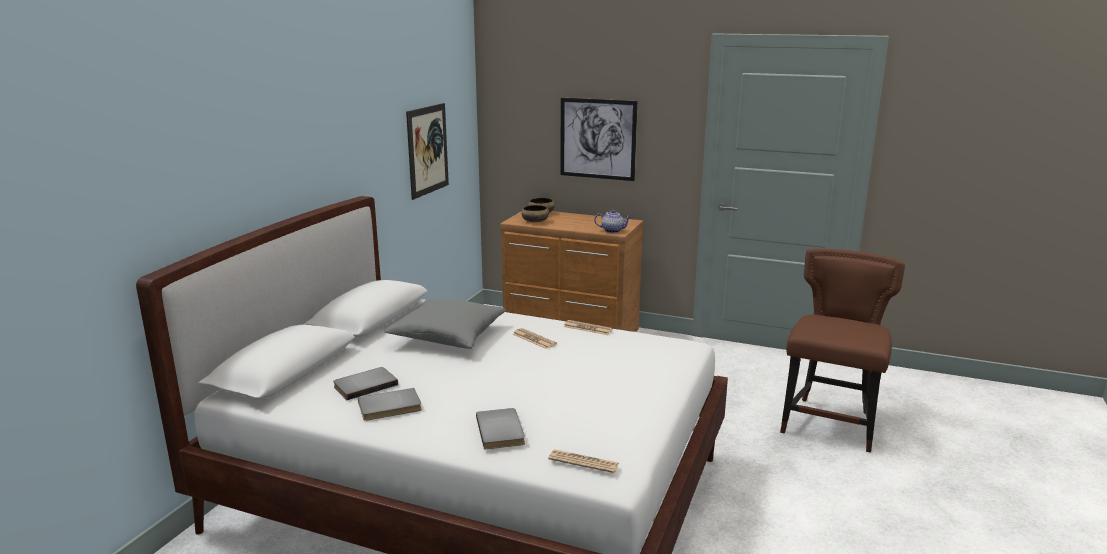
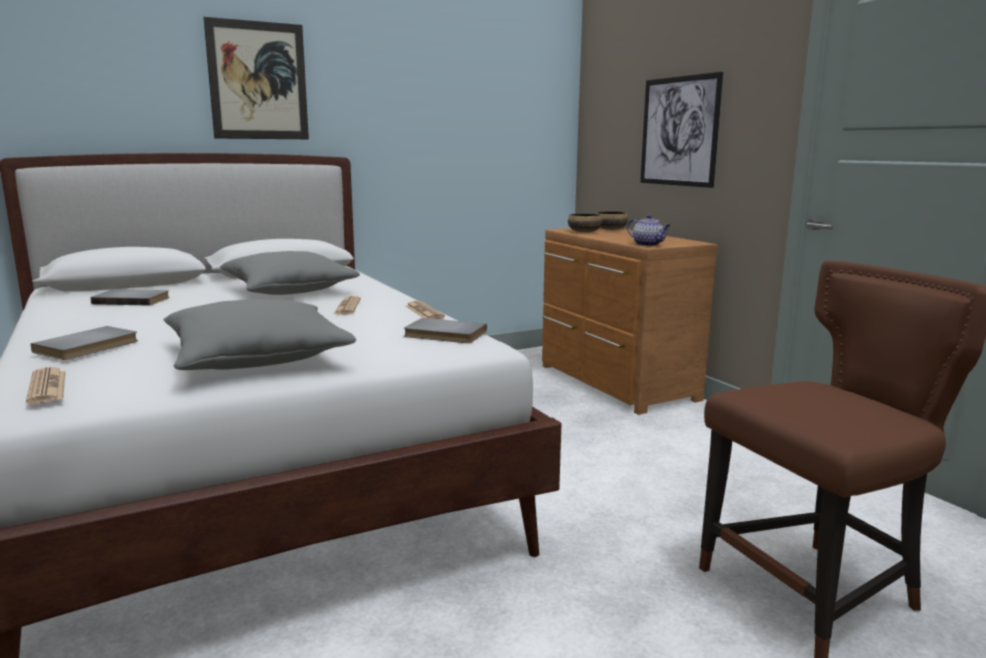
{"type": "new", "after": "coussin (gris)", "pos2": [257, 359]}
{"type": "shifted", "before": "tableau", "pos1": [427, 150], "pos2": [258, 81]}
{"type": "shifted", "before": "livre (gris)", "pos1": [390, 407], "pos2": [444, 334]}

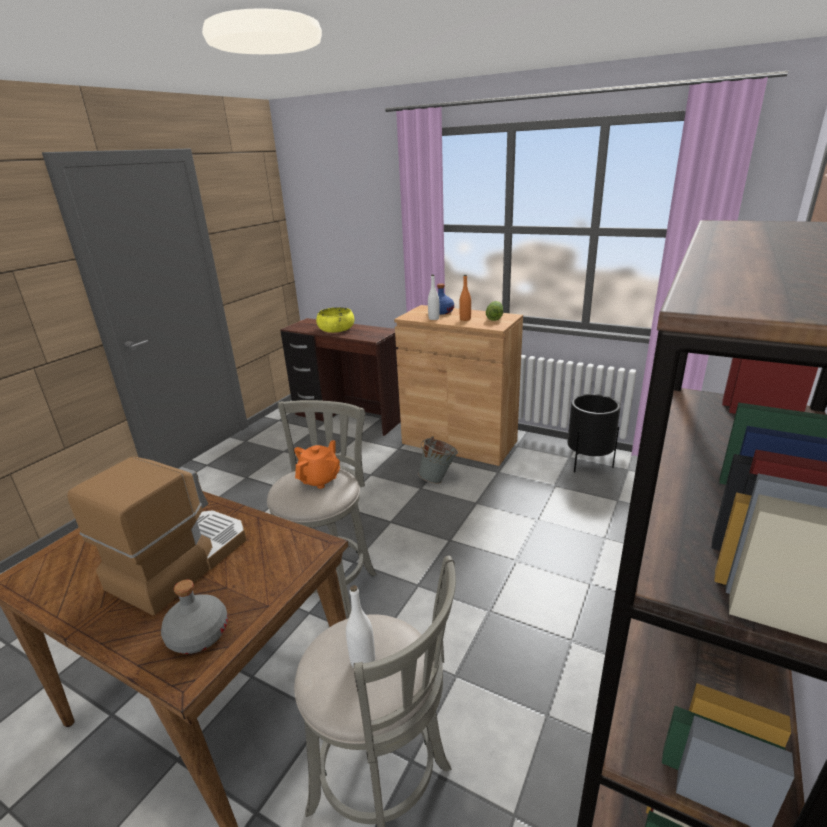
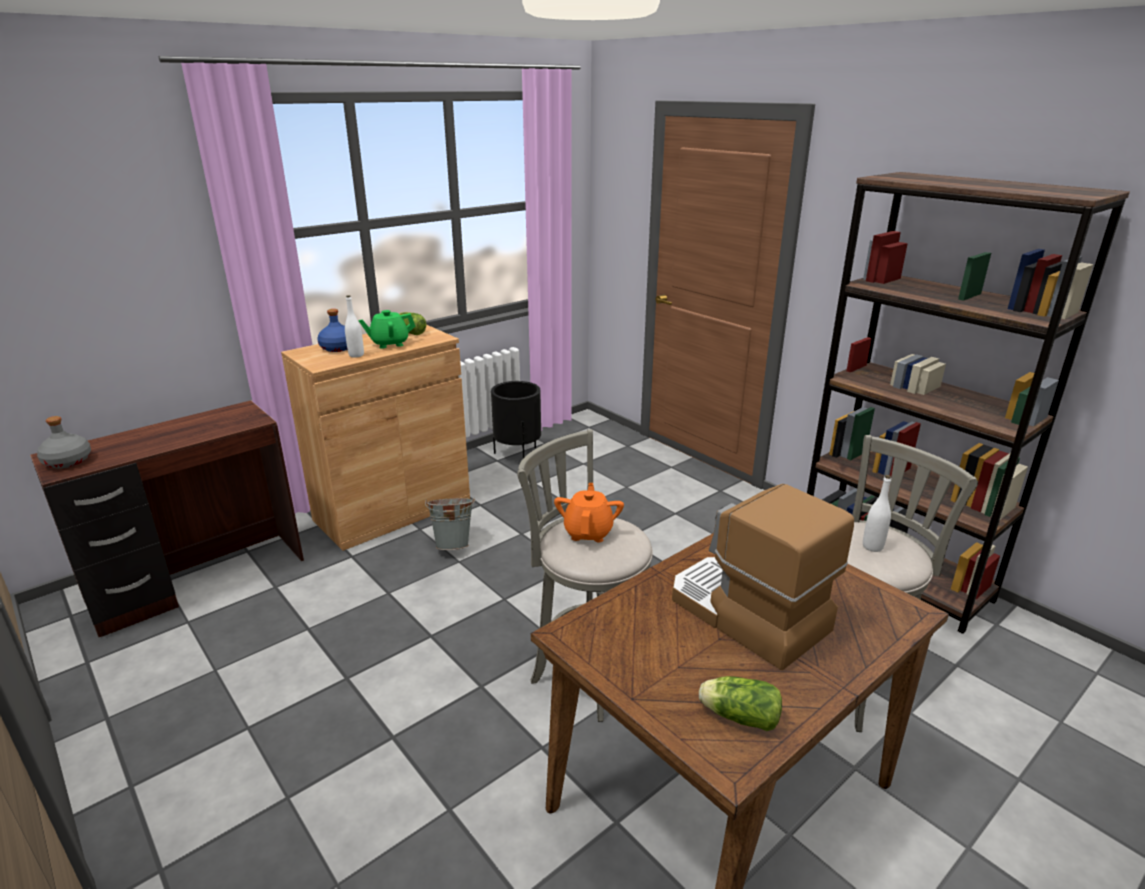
{"type": "shifted", "before": "bouteille (gris)", "pos1": [197, 634], "pos2": [67, 462]}
{"type": "swapped", "before": "bouteille (orange)", "after": "théière (vert)", "pos1": [465, 319], "pos2": [389, 343]}
{"type": "rotated", "before": "théière (orange)", "pos1": [320, 479], "pos2": [588, 532], "turn": 45}
{"type": "new", "after": "laitue", "pos2": [737, 716]}
{"type": "gone", "before": "bol (jaune)", "pos1": [336, 329]}

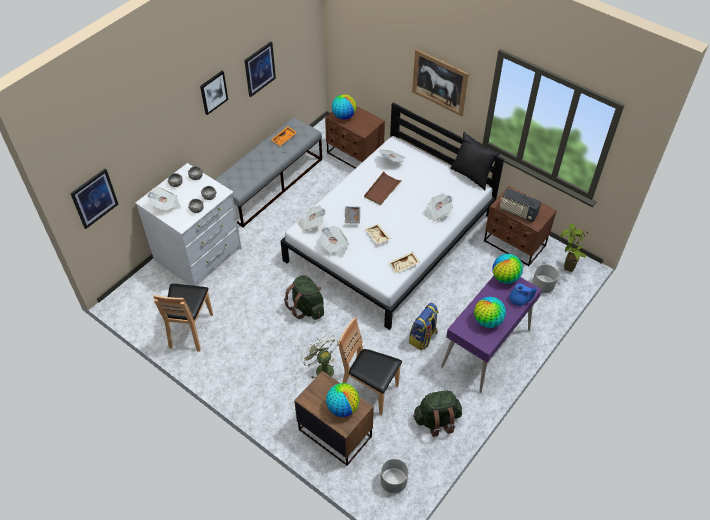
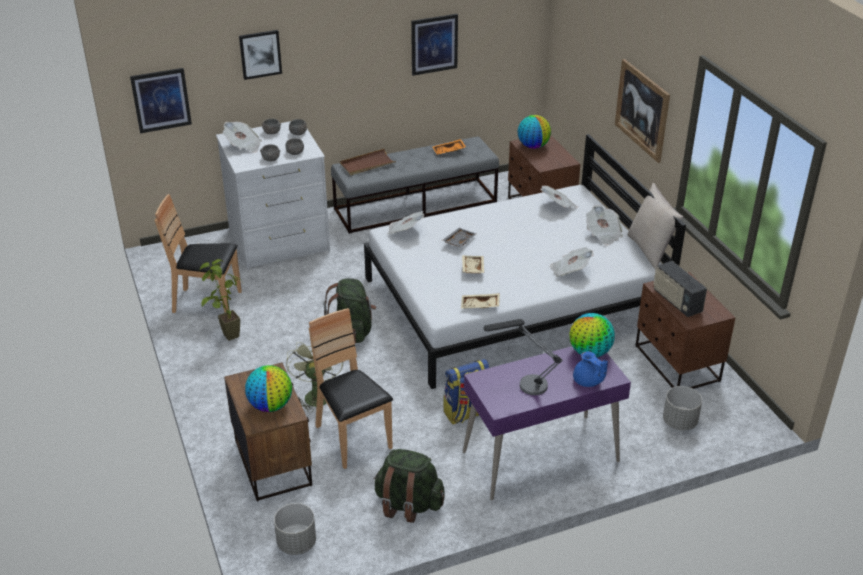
{"type": "rotated", "before": "chaise (marron)", "pos1": [190, 330], "pos2": [208, 303], "turn": 60}
{"type": "shifted", "before": "plante en pot", "pos1": [566, 270], "pos2": [225, 337]}
{"type": "shifted", "before": "tableau", "pos1": [213, 92], "pos2": [260, 54]}
{"type": "shifted", "before": "plateau (marron)", "pos1": [382, 189], "pos2": [367, 164]}
{"type": "swapped", "before": "globe", "after": "lampe de table", "pos1": [487, 321], "pos2": [524, 386]}
{"type": "shifted", "before": "journal", "pos1": [334, 246], "pos2": [603, 234]}
{"type": "repainted", "before": "coussin (noir)", "after": "coussin (beige)", "pos1": [471, 175], "pos2": [650, 250]}

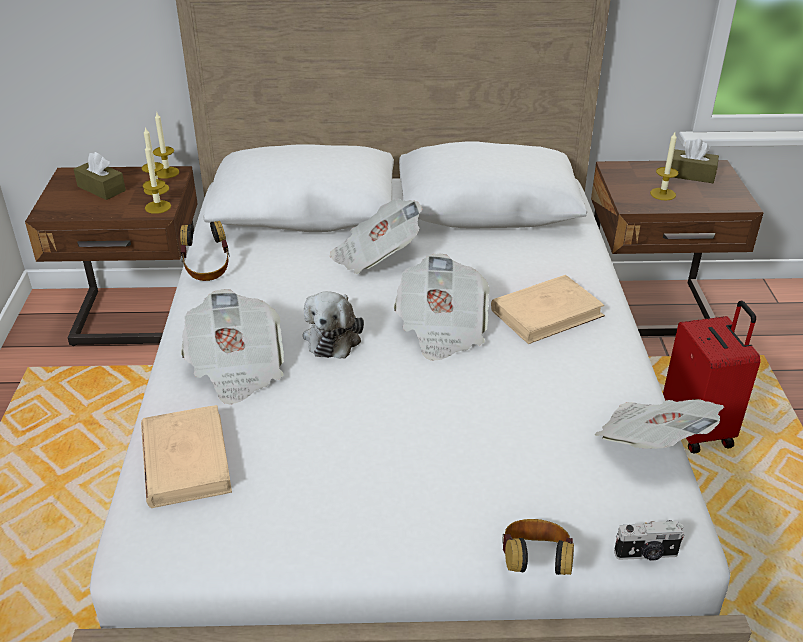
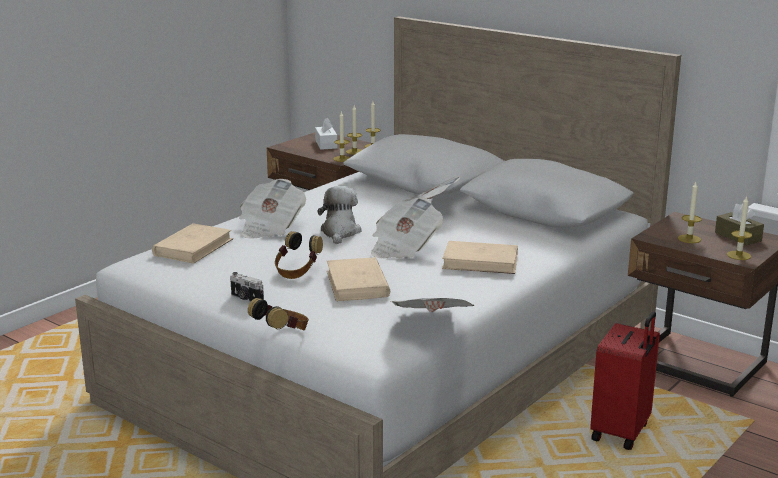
{"type": "shifted", "before": "appareil photo", "pos1": [646, 554], "pos2": [246, 299]}
{"type": "shifted", "before": "casque audio", "pos1": [207, 269], "pos2": [297, 272]}
{"type": "repainted", "before": "boîte à mouchoirs (marron)", "after": "boîte à mouchoirs (blanc)", "pos1": [101, 188], "pos2": [326, 144]}
{"type": "rotated", "before": "peluche", "pos1": [334, 336], "pos2": [340, 232], "turn": 135}
{"type": "new", "after": "livre (beige)", "pos2": [357, 284]}
{"type": "new", "after": "bougie", "pos2": [738, 255]}

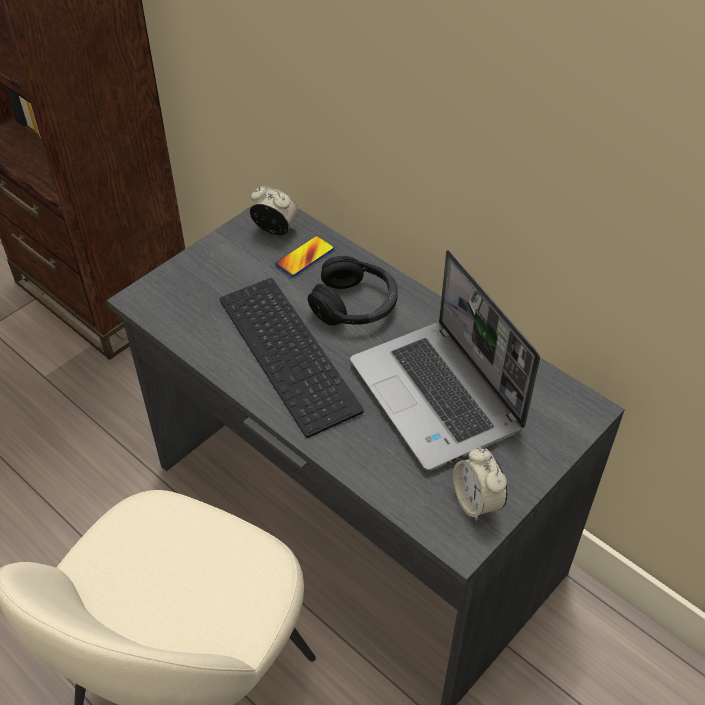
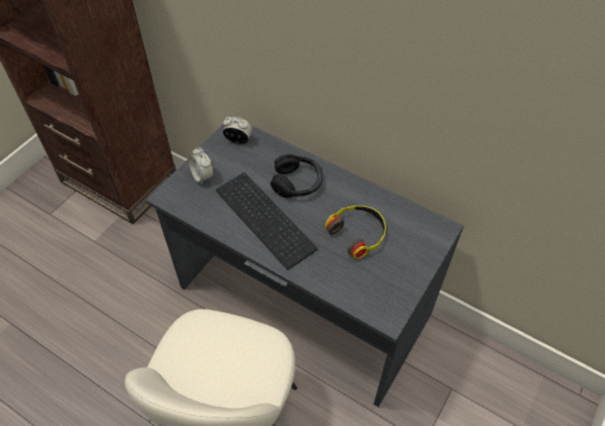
{"type": "shifted", "before": "réveil", "pos1": [476, 502], "pos2": [202, 176]}
{"type": "swapped", "before": "ordinateur portable", "after": "casque audio", "pos1": [438, 397], "pos2": [358, 233]}
{"type": "gone", "before": "téléphone", "pos1": [305, 257]}

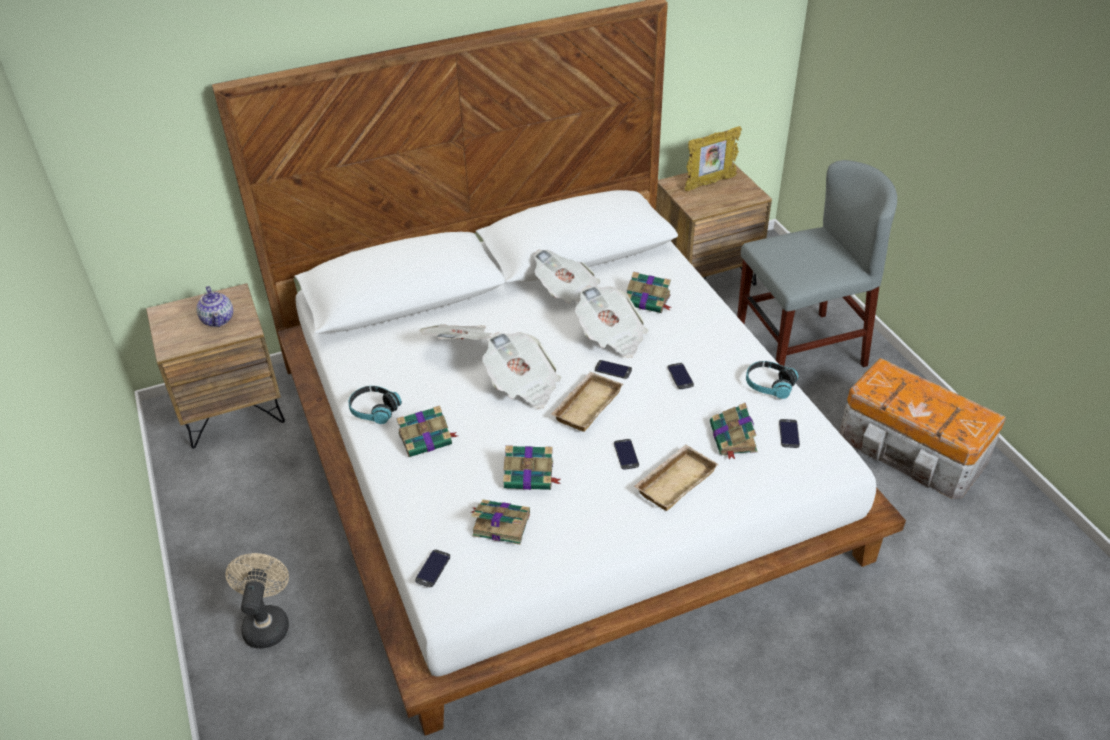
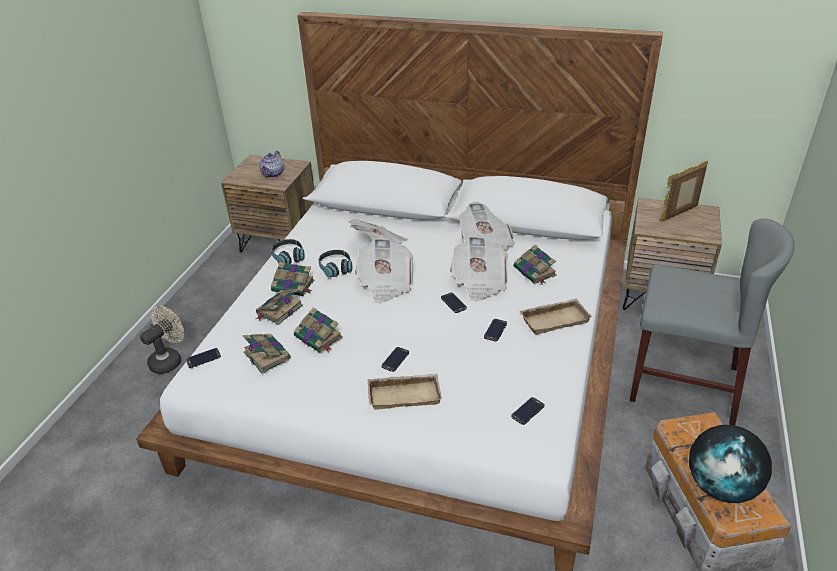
{"type": "shifted", "before": "livre", "pos1": [733, 438], "pos2": [279, 310]}
{"type": "shifted", "before": "casque audio", "pos1": [769, 385], "pos2": [336, 268]}
{"type": "shifted", "before": "plateau (beige)", "pos1": [586, 404], "pos2": [554, 319]}
{"type": "rotated", "before": "cadre photo", "pos1": [709, 183], "pos2": [679, 214], "turn": 135}
{"type": "new", "after": "globe", "pos2": [721, 487]}

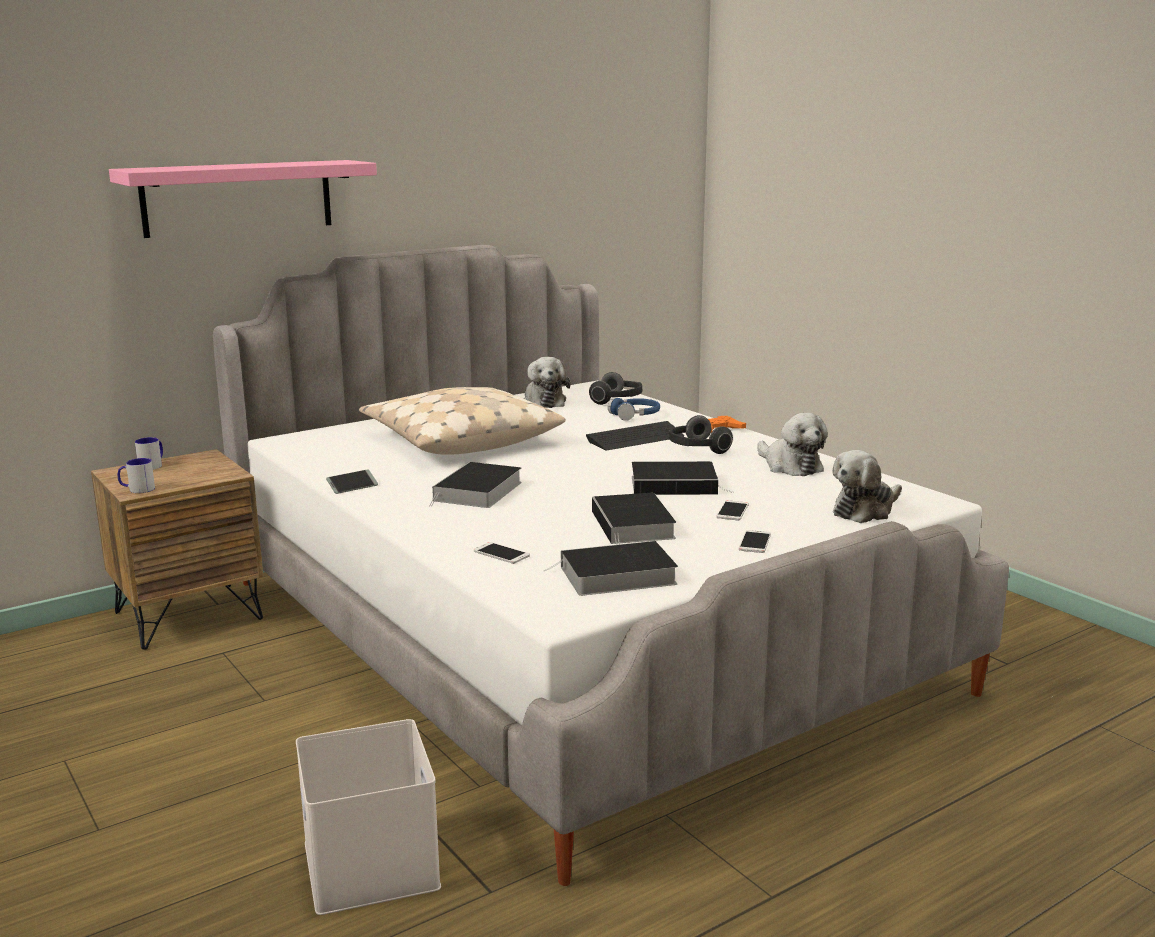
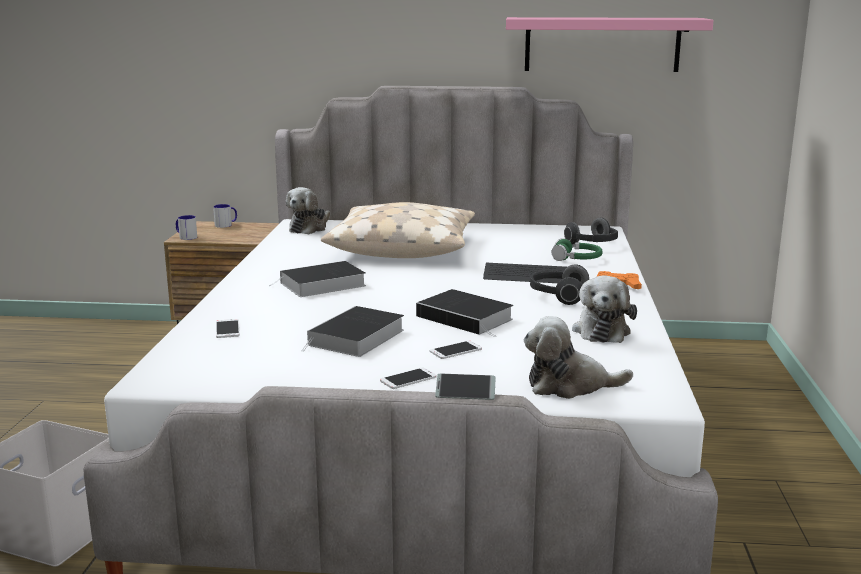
{"type": "shifted", "before": "peluche", "pos1": [543, 401], "pos2": [309, 228]}
{"type": "shifted", "before": "téléphone", "pos1": [352, 486], "pos2": [465, 393]}
{"type": "shifted", "before": "étagère (rose)", "pos1": [238, 197], "pos2": [602, 44]}
{"type": "repainted", "before": "casque audio (bleu)", "after": "casque audio (vert)", "pos1": [635, 415], "pos2": [577, 259]}
{"type": "gone", "before": "livre", "pos1": [615, 576]}

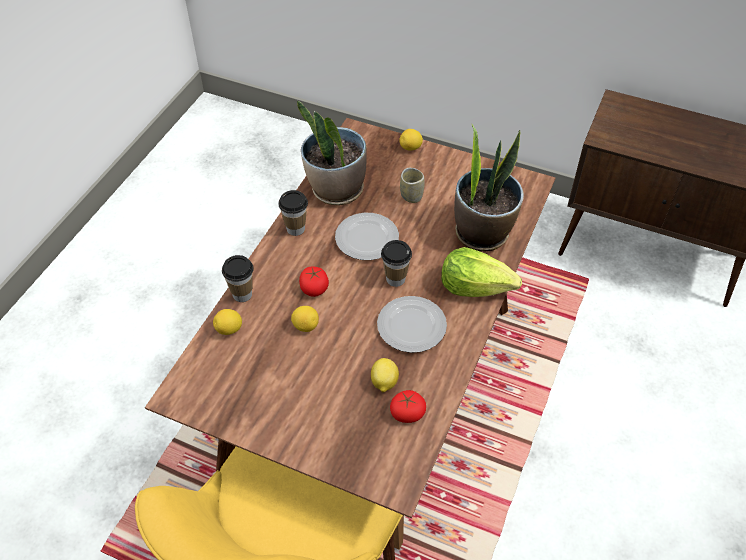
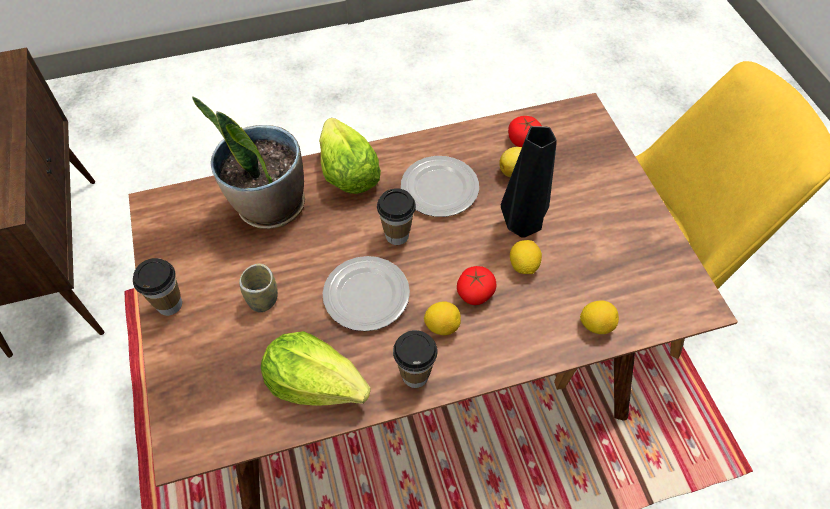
{"type": "shifted", "before": "tasse", "pos1": [242, 294], "pos2": [169, 304]}
{"type": "swapped", "before": "plante en pot", "after": "laitue", "pos1": [336, 190], "pos2": [316, 383]}
{"type": "shifted", "before": "citron", "pos1": [410, 148], "pos2": [442, 326]}
{"type": "new", "after": "vase (noir)", "pos2": [522, 223]}

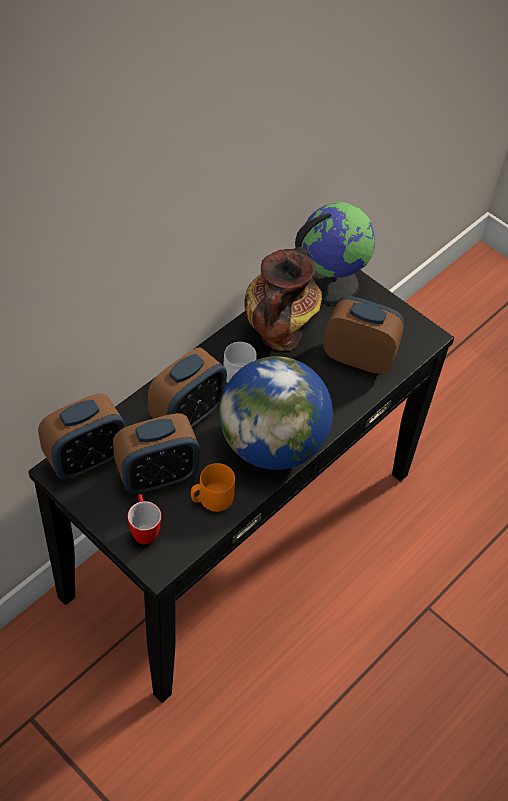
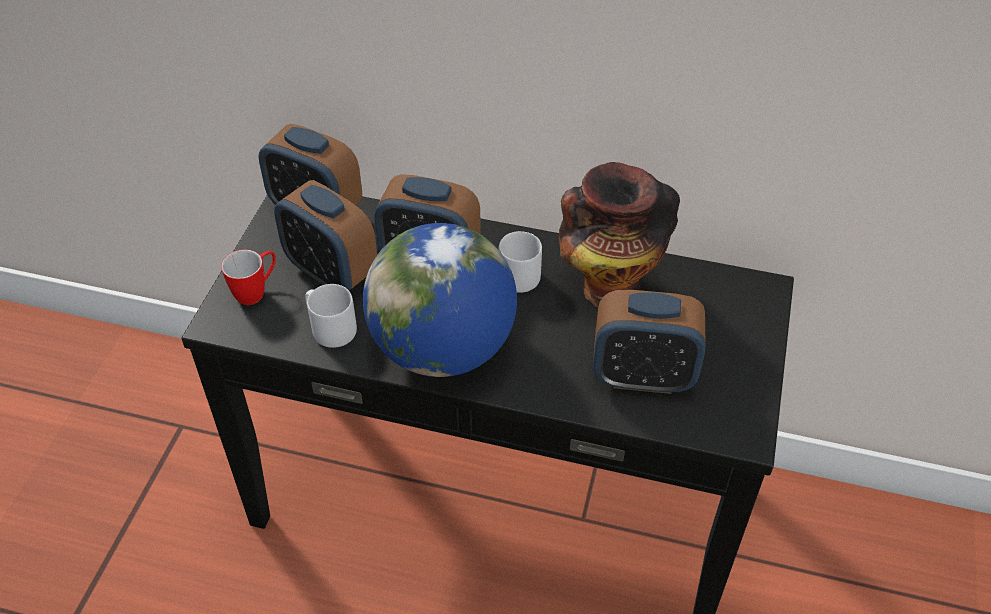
{"type": "repainted", "before": "mug (orange)", "after": "mug (gris)", "pos1": [211, 498], "pos2": [330, 328]}
{"type": "rotated", "before": "réveil", "pos1": [359, 357], "pos2": [642, 376], "turn": 105}
{"type": "gone", "before": "globe", "pos1": [330, 282]}

